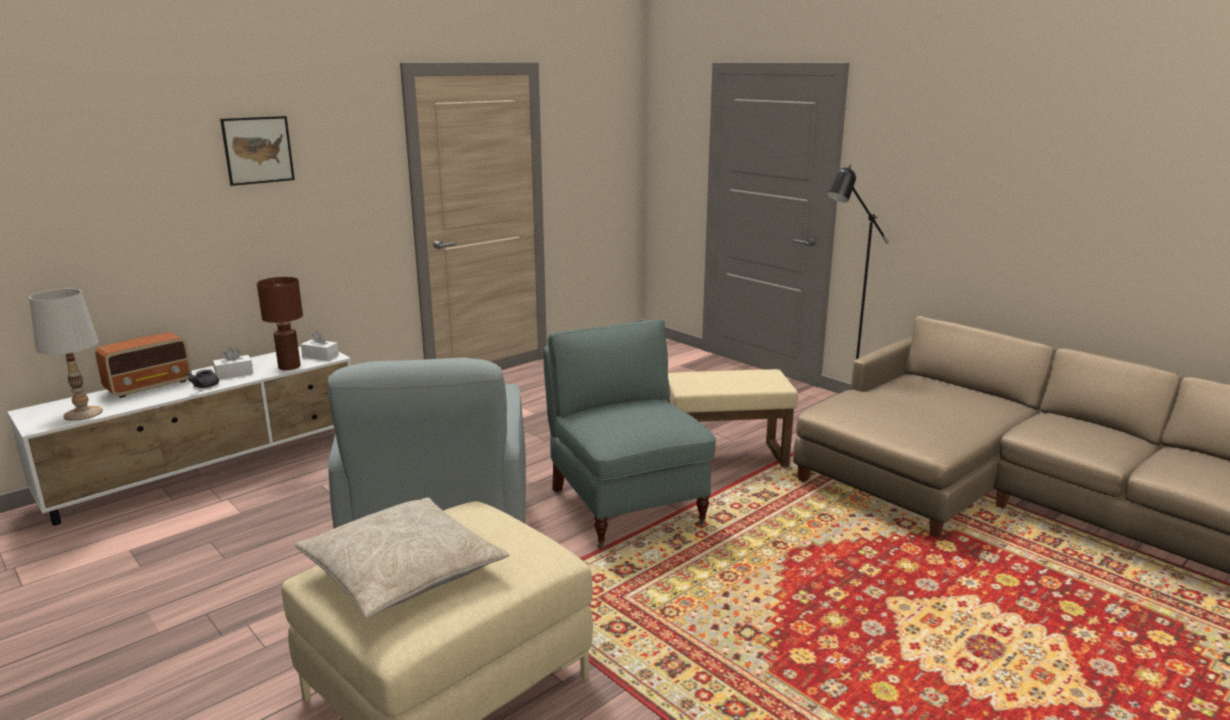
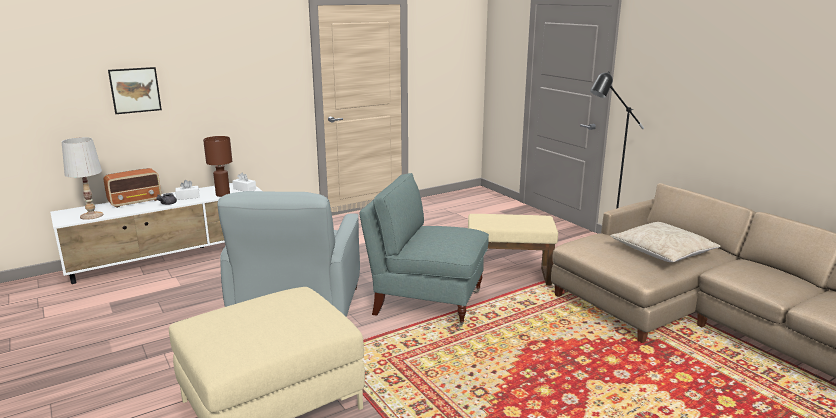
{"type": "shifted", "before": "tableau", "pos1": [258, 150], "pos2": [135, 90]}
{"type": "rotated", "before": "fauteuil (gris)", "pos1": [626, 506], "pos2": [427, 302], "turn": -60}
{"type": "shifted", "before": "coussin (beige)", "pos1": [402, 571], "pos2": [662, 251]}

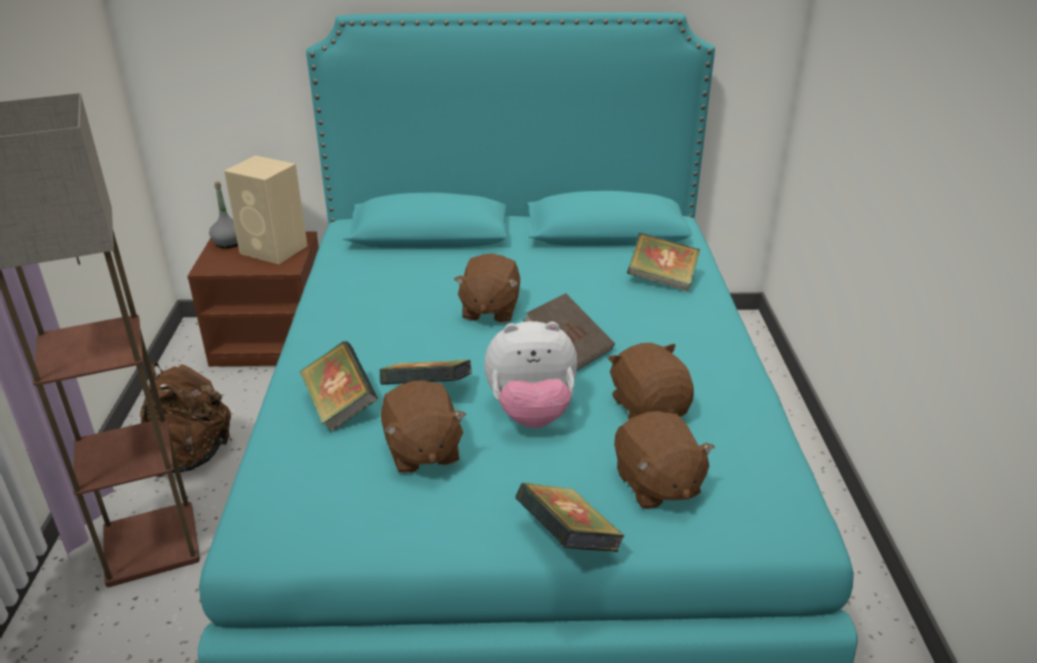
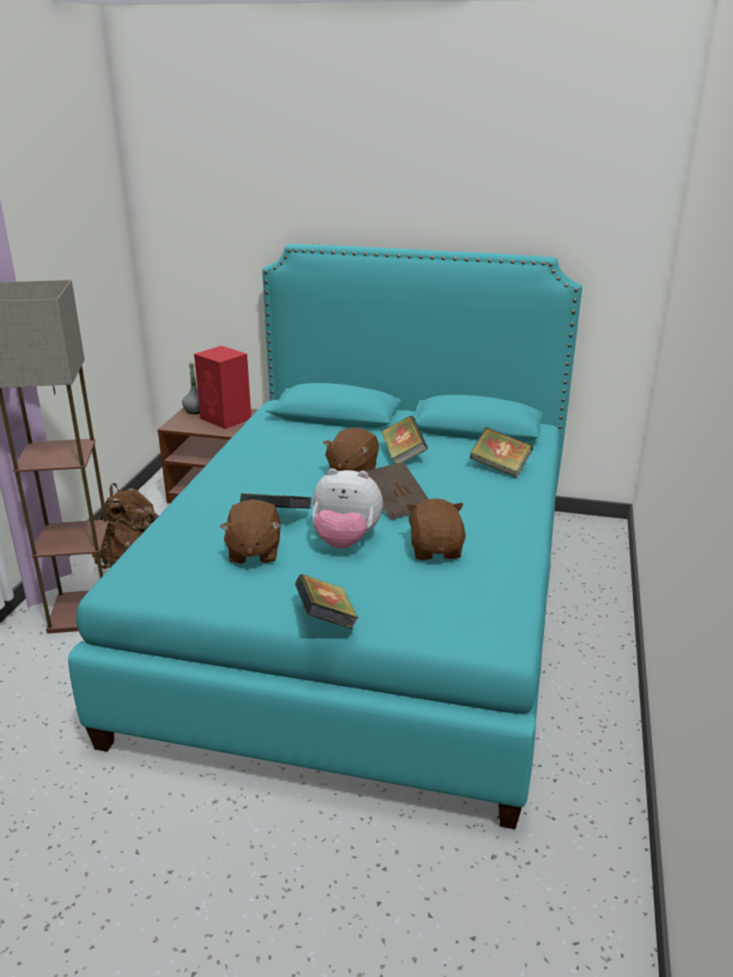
{"type": "repainted", "before": "enceinte (beige)", "after": "enceinte (rouge)", "pos1": [275, 250], "pos2": [226, 419]}
{"type": "shifted", "before": "livre", "pos1": [340, 406], "pos2": [403, 455]}
{"type": "gone", "before": "peluche (marron)", "pos1": [656, 484]}

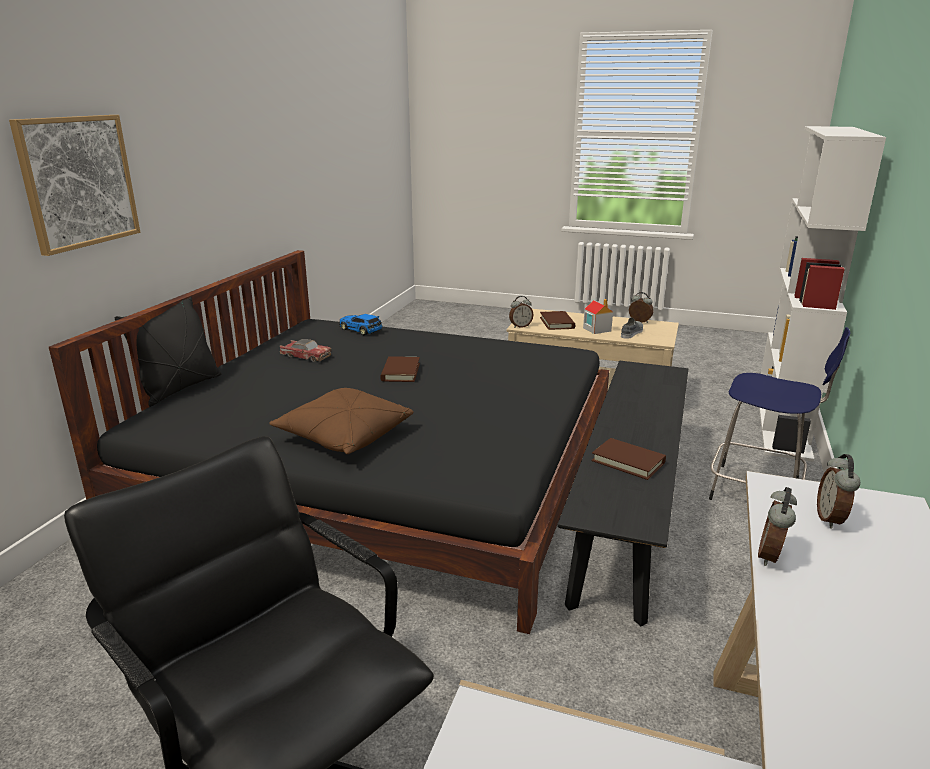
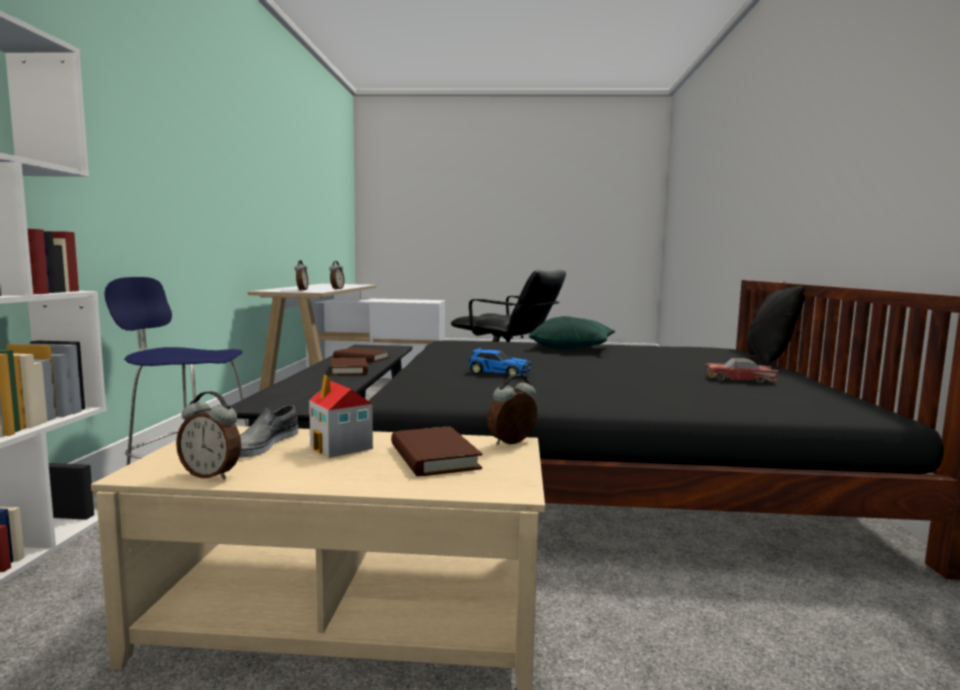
{"type": "shifted", "before": "livre (marron)", "pos1": [400, 372], "pos2": [349, 370]}
{"type": "shifted", "before": "petite voiture", "pos1": [361, 330], "pos2": [498, 373]}
{"type": "repainted", "before": "coussin (marron)", "after": "coussin (vert)", "pos1": [344, 436], "pos2": [572, 348]}
{"type": "gone", "before": "tableau", "pos1": [78, 182]}

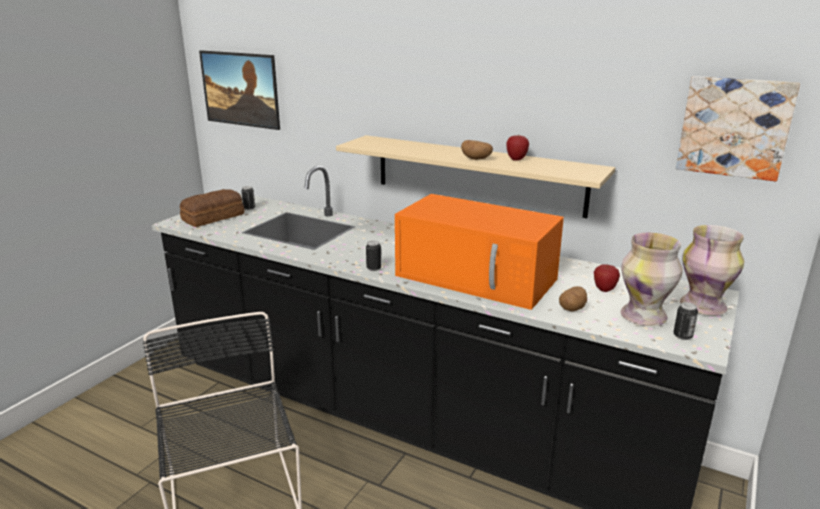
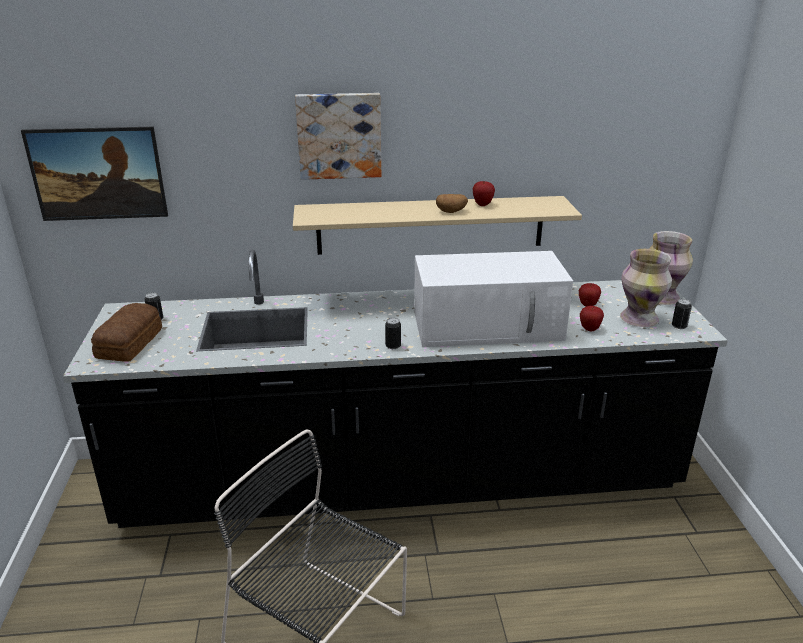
{"type": "shifted", "before": "tableau", "pos1": [734, 127], "pos2": [339, 135]}
{"type": "repainted", "before": "micro-ondes (orange)", "after": "micro-ondes (blanc)", "pos1": [478, 277], "pos2": [489, 325]}
{"type": "swapped", "before": "pomme de terre", "after": "pomme", "pos1": [572, 308], "pos2": [589, 329]}

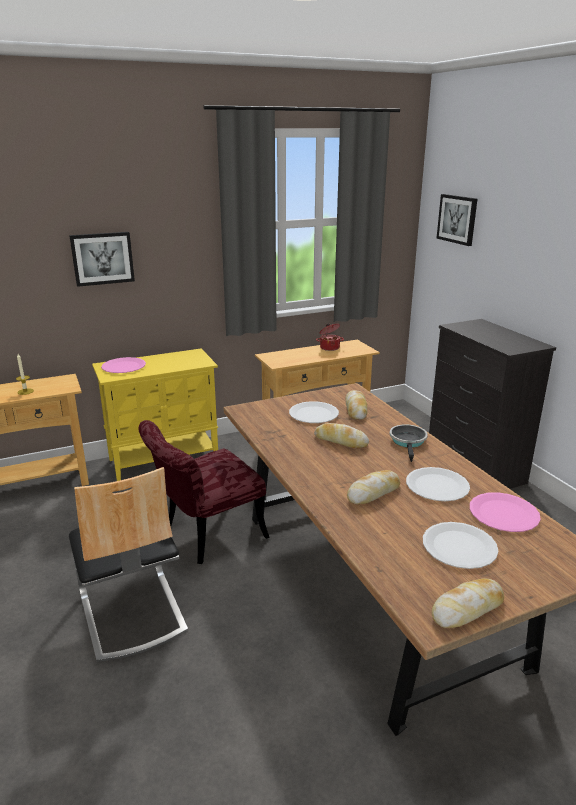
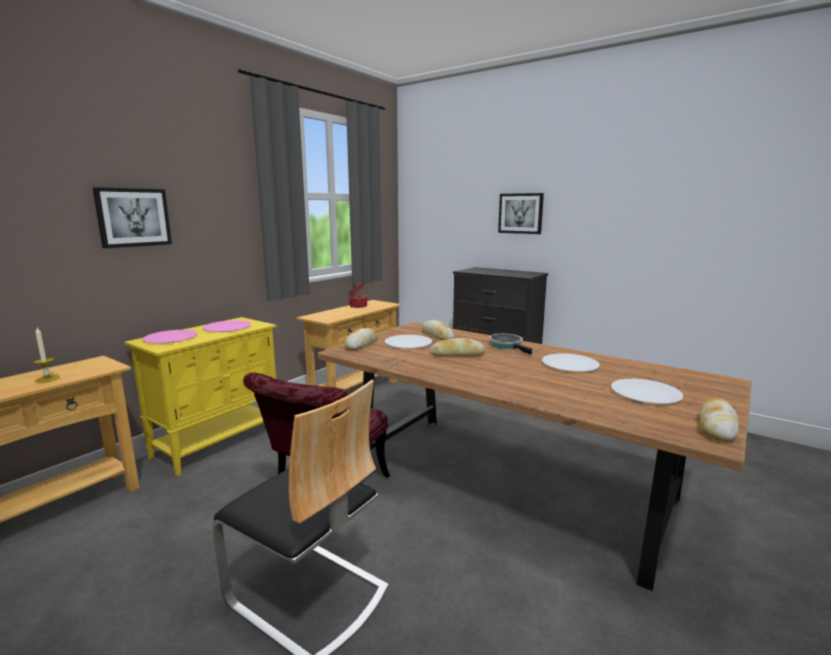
{"type": "shifted", "before": "assiette (rose)", "pos1": [504, 514], "pos2": [227, 328]}
{"type": "shifted", "before": "pain", "pos1": [373, 492], "pos2": [361, 344]}
{"type": "shifted", "before": "tableau", "pos1": [457, 219], "pos2": [520, 213]}

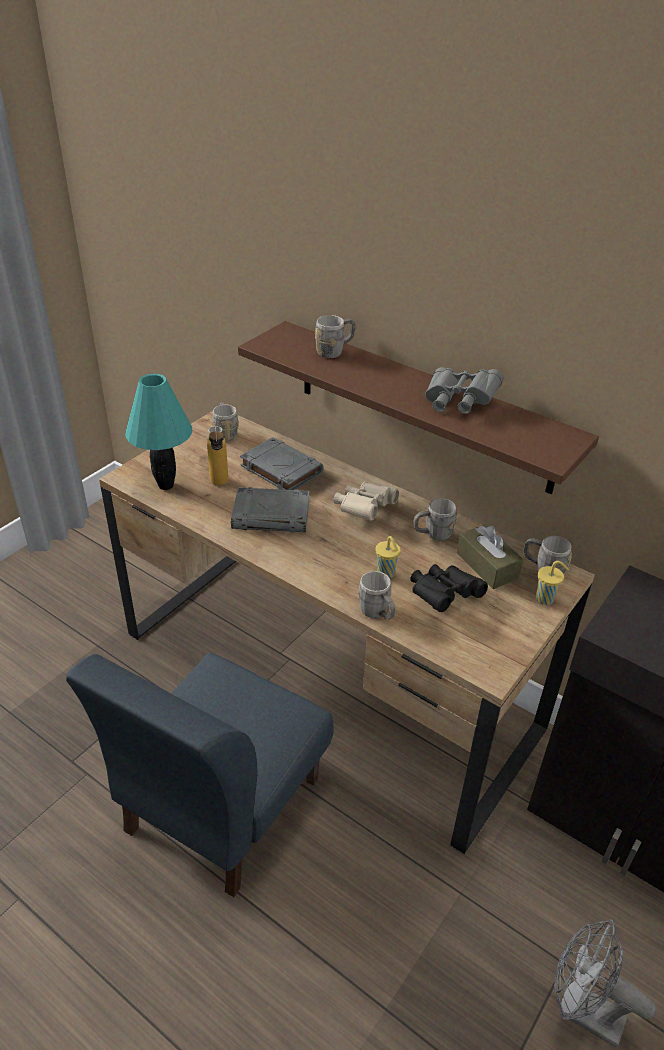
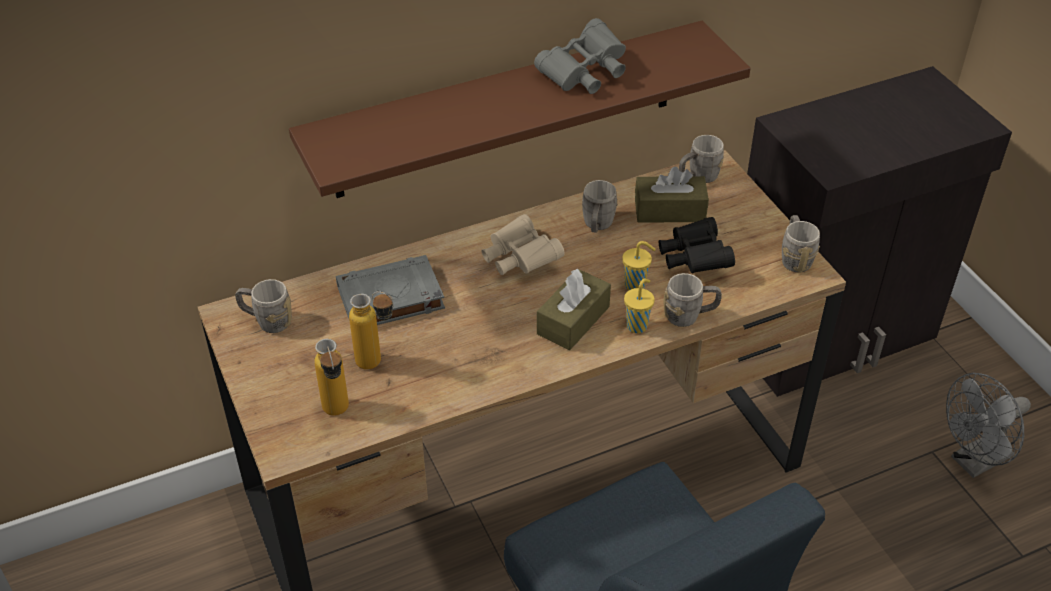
{"type": "swapped", "before": "lampe de table (turquoise)", "after": "bouteille", "pos1": [166, 485], "pos2": [338, 415]}
{"type": "new", "after": "boîte à mouchoirs (marron)", "pos2": [573, 320]}
{"type": "shifted", "before": "tasse (jaune)", "pos1": [546, 599], "pos2": [637, 325]}
{"type": "shifted", "before": "mug (gris)", "pos1": [334, 351], "pos2": [794, 257]}
{"type": "gone", "before": "livre (gris)", "pos1": [272, 515]}

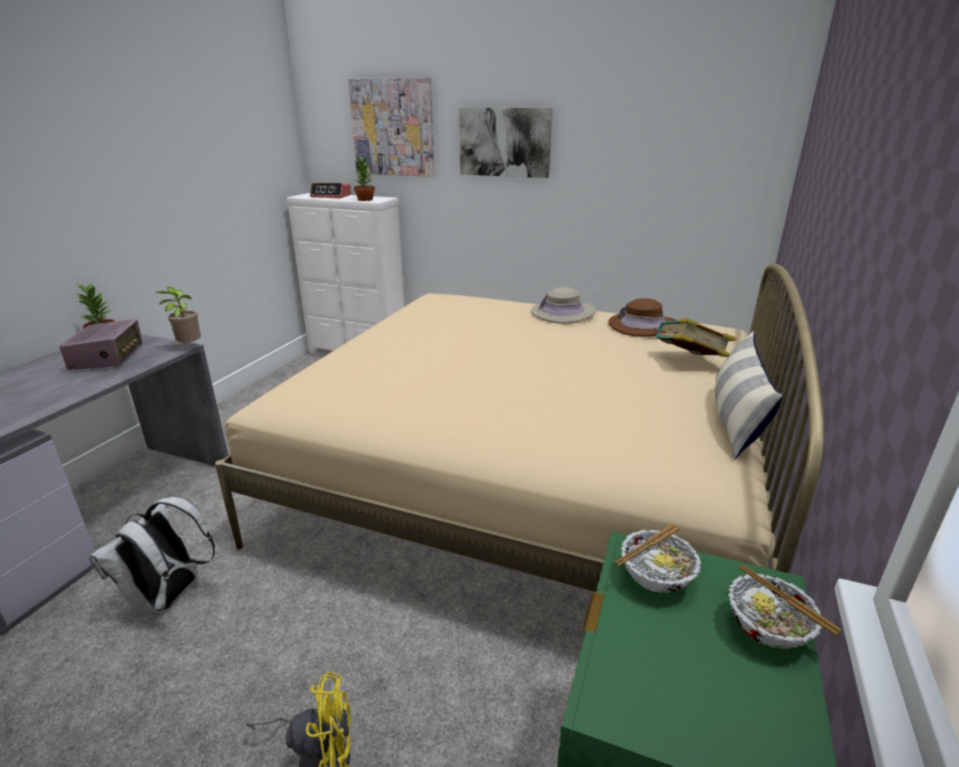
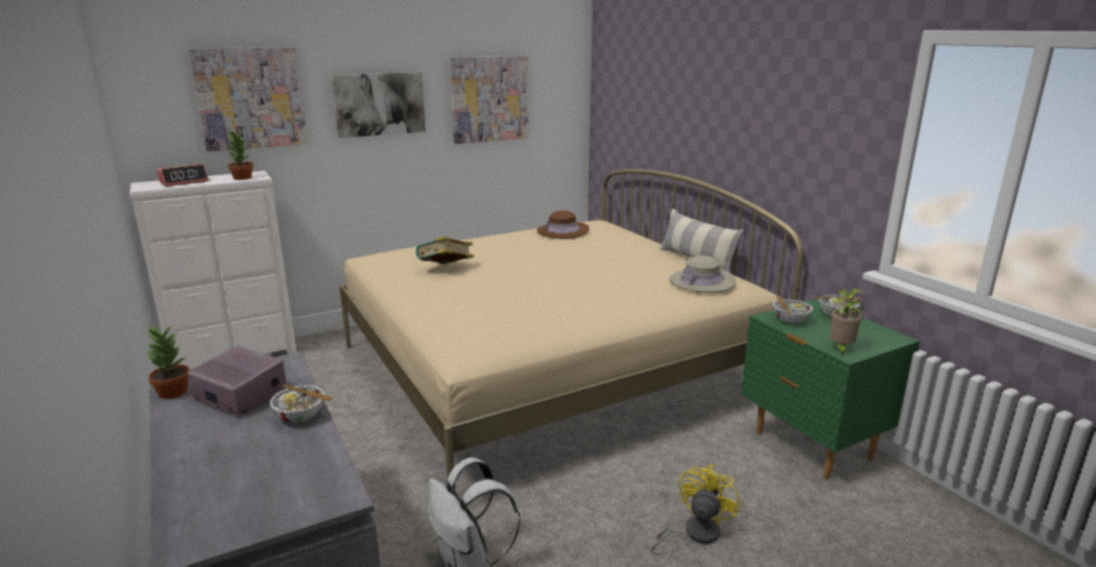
{"type": "new", "after": "bol", "pos2": [301, 416]}
{"type": "shifted", "before": "livre", "pos1": [688, 362], "pos2": [445, 270]}
{"type": "new", "after": "tableau", "pos2": [489, 99]}
{"type": "shifted", "before": "chapeau (beige)", "pos1": [563, 313], "pos2": [702, 282]}
{"type": "shifted", "before": "plante en pot", "pos1": [188, 347], "pos2": [840, 349]}

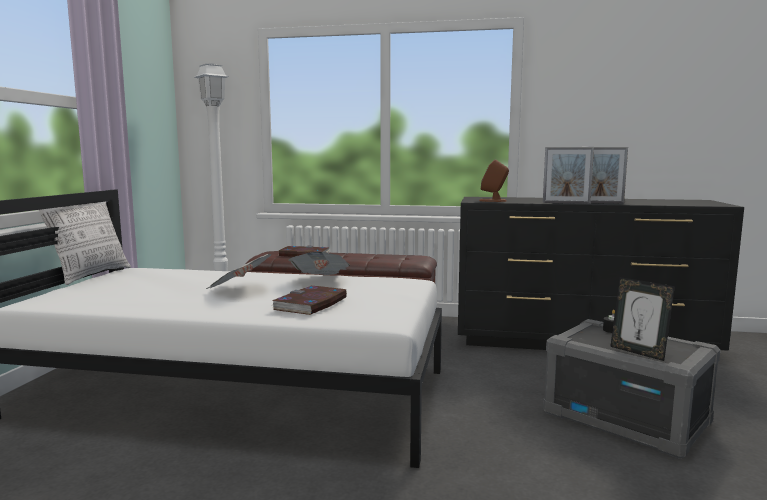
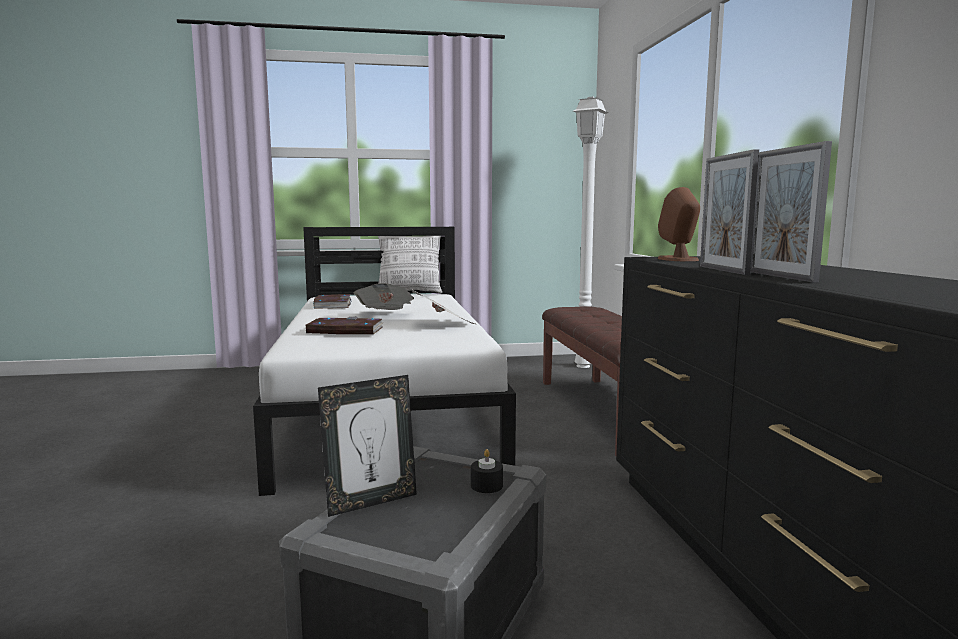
{"type": "shifted", "before": "livre", "pos1": [304, 254], "pos2": [332, 305]}
{"type": "rotated", "before": "cadre photo", "pos1": [638, 352], "pos2": [371, 502], "turn": -150}

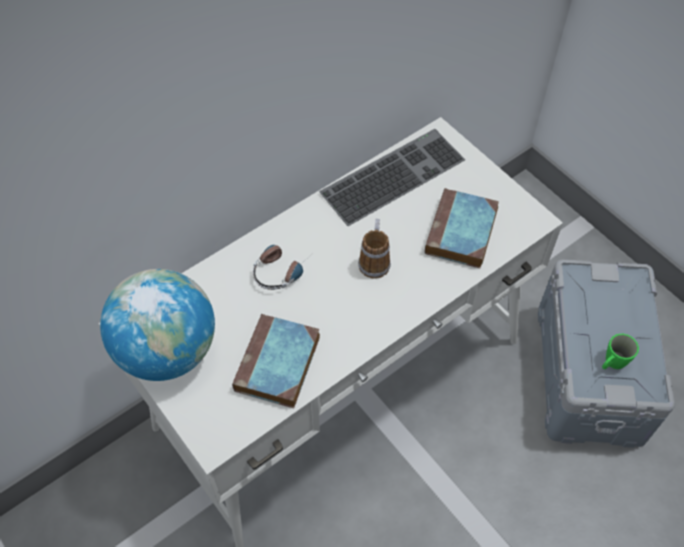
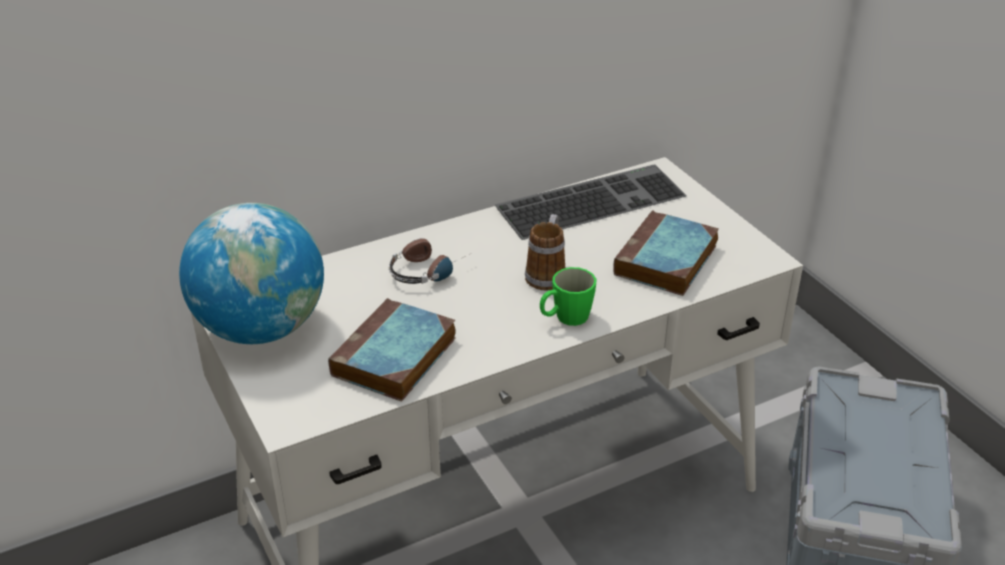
{"type": "shifted", "before": "mug (vert)", "pos1": [612, 363], "pos2": [565, 318]}

